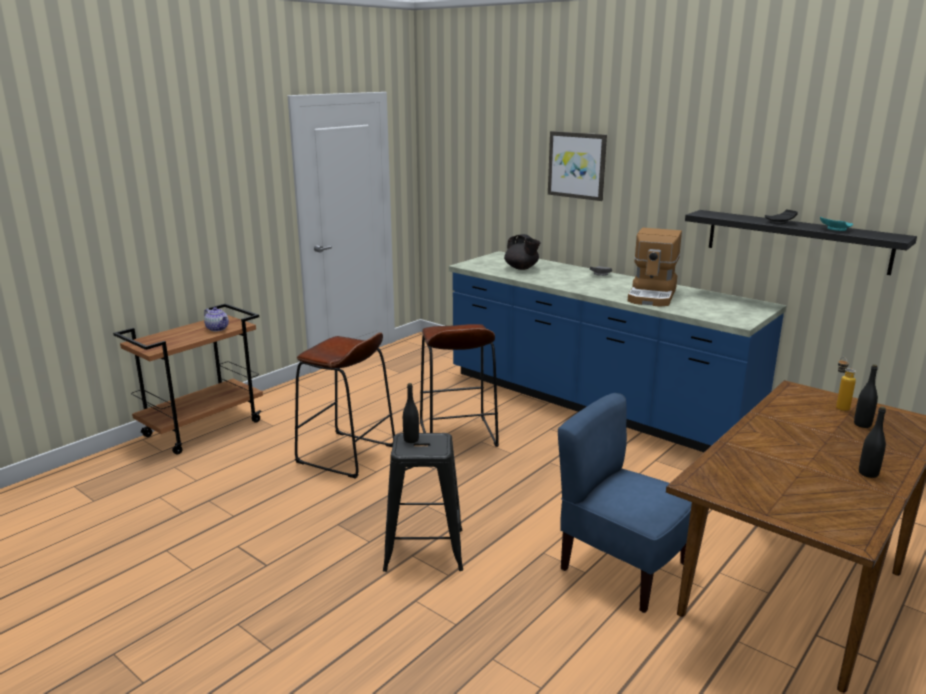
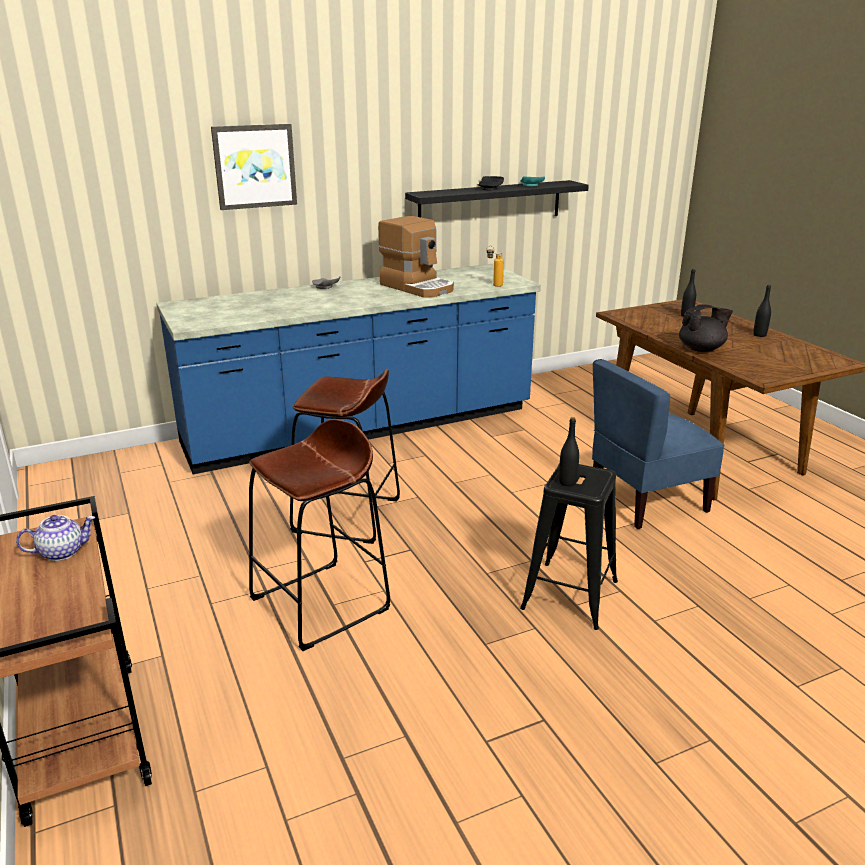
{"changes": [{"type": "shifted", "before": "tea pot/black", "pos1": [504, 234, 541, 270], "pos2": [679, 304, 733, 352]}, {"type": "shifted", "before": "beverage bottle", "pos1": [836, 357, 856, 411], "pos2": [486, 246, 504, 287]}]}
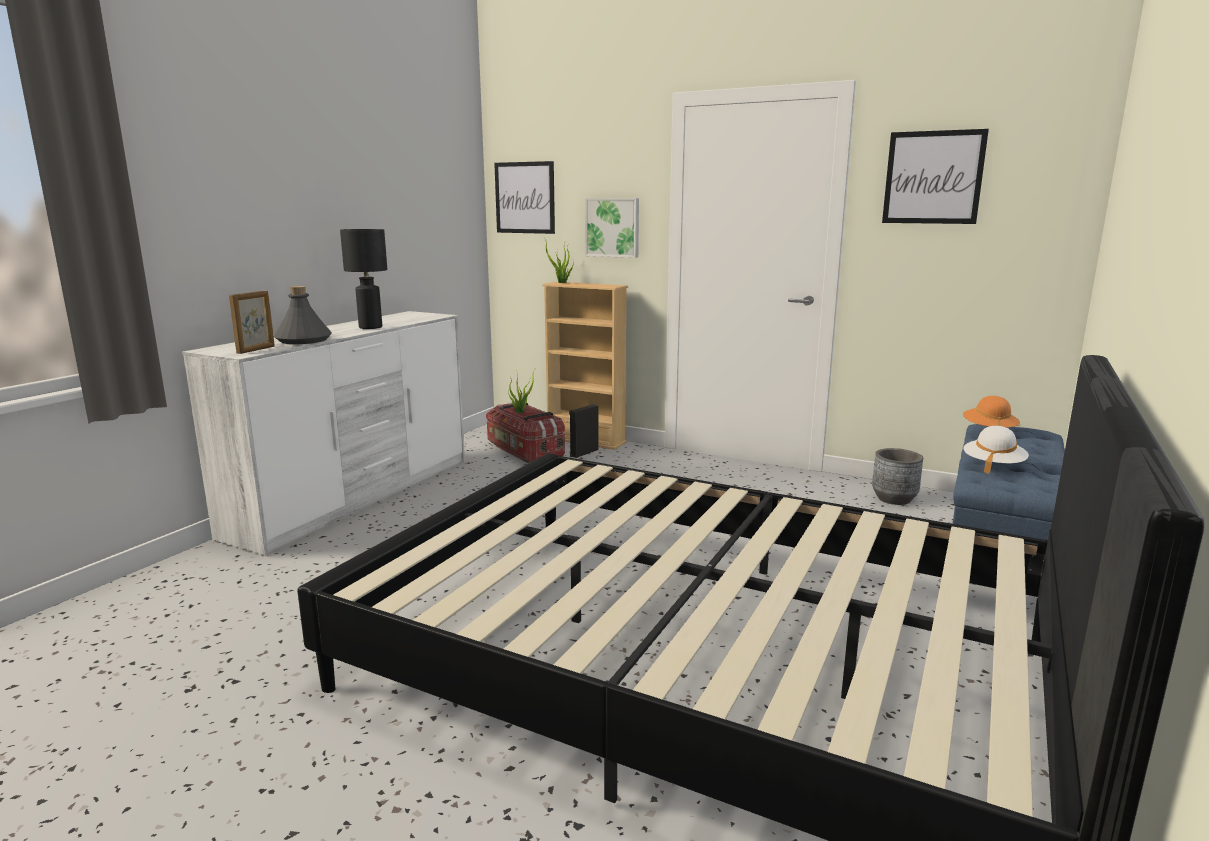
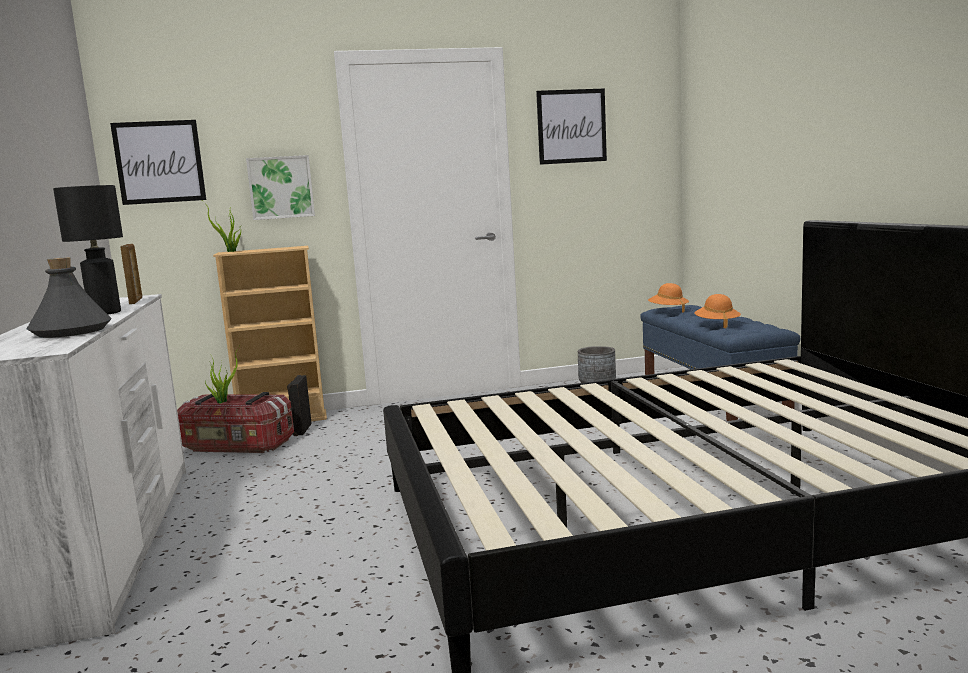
{"changes": [{"type": "shifted", "before": "photo frame", "pos1": [229, 291, 275, 354], "pos2": [120, 244, 142, 304]}, {"type": "repainted", "before": "wearable hat/whitish", "after": "wearable hat/orange-coloured", "pos1": [963, 426, 1029, 474], "pos2": [694, 294, 741, 328]}]}
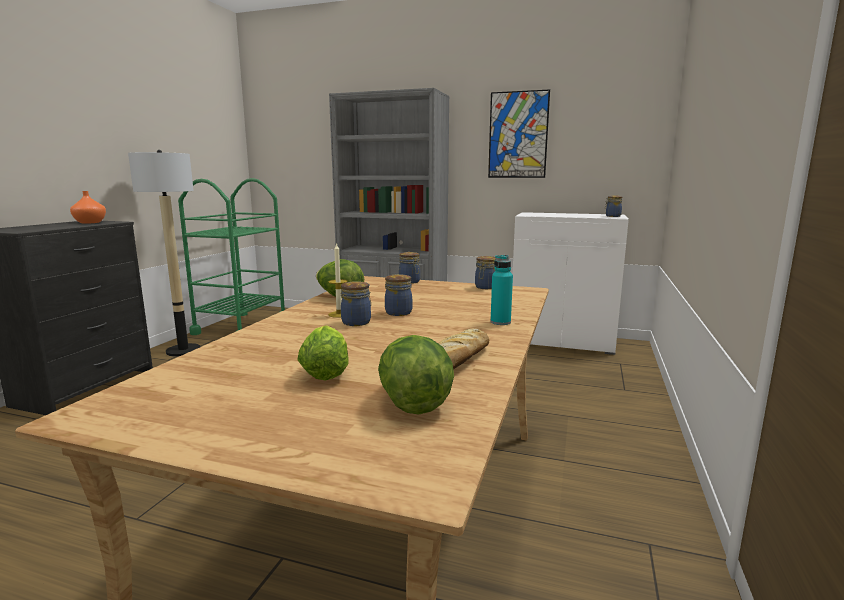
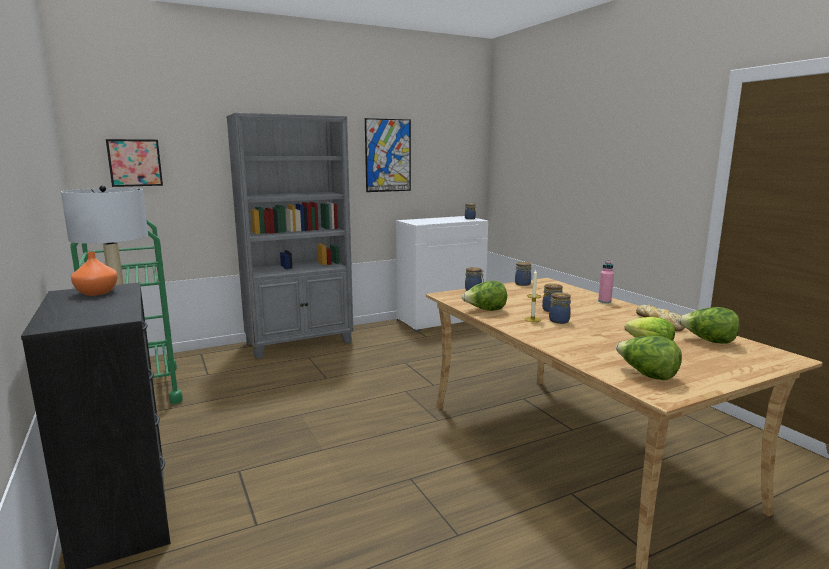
{"changes": [{"type": "new", "after": "wall art", "pos2": [106, 139, 163, 187]}, {"type": "new", "after": "lettuce", "pos2": [616, 336, 682, 380]}, {"type": "repainted", "before": "beverage bottle/blue-green", "after": "beverage bottle/pink", "pos1": [491, 255, 513, 325], "pos2": [598, 261, 614, 303]}]}
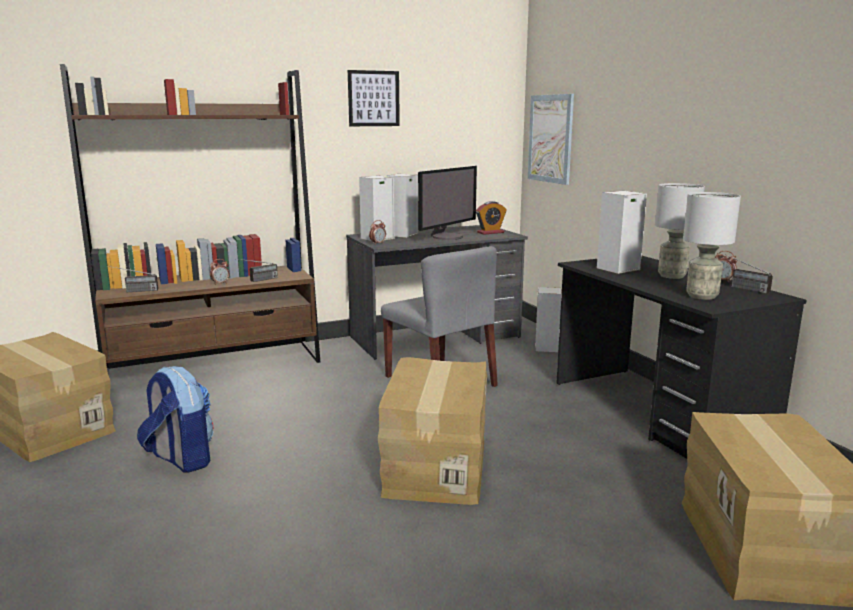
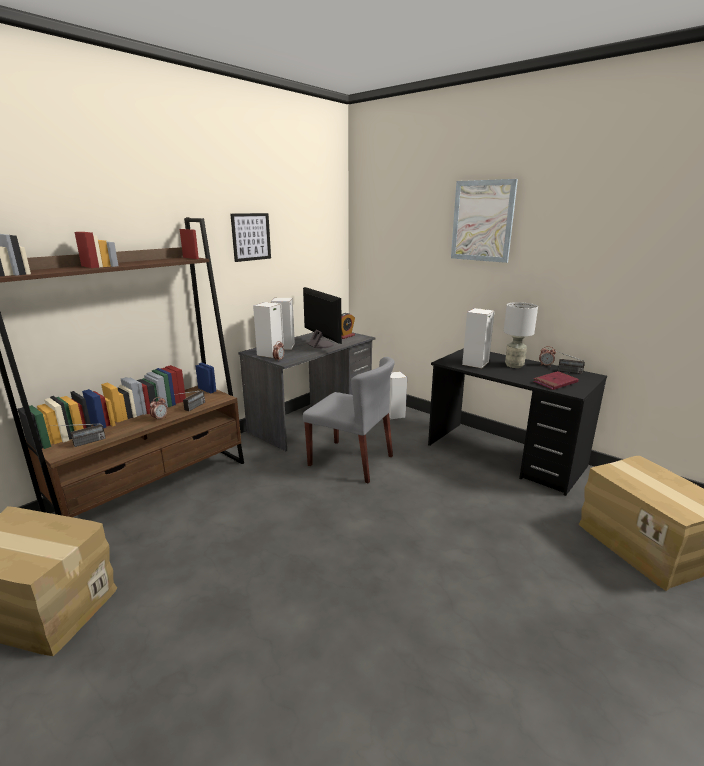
{"changes": [{"type": "gone", "before": "backpack", "pos1": [137, 366, 214, 473]}, {"type": "gone", "before": "carton", "pos1": [378, 357, 487, 505]}, {"type": "shifted", "before": "wall art", "pos1": [528, 94, 574, 185], "pos2": [451, 179, 518, 263]}, {"type": "swapped", "before": "table lamp/grey", "after": "volume/reddish", "pos1": [683, 192, 741, 300], "pos2": [533, 371, 579, 390]}, {"type": "rotated", "before": "monitor", "pos1": [418, 166, 477, 240], "pos2": [303, 287, 342, 348], "turn": -45}]}
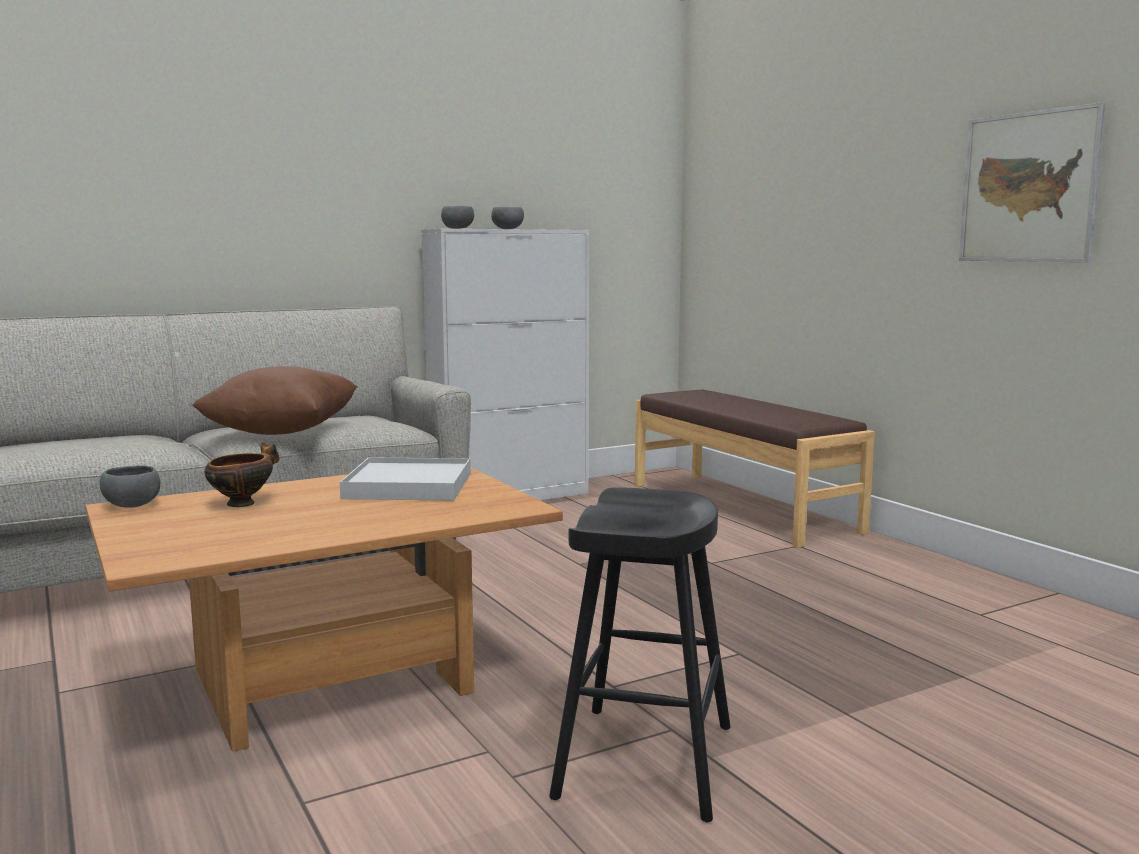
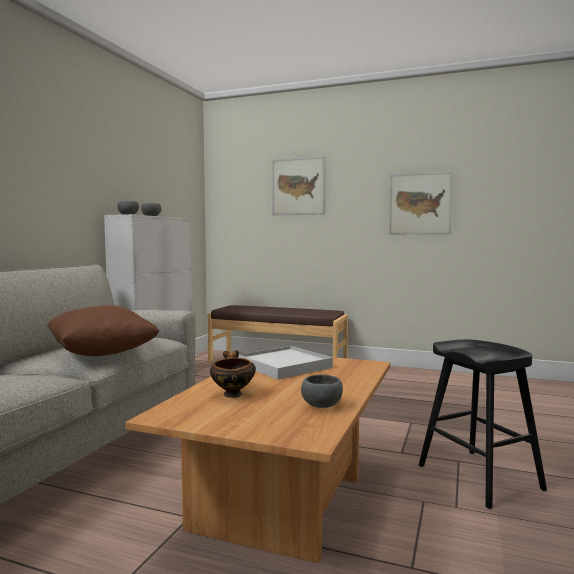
{"changes": [{"type": "new", "after": "wall art", "pos2": [272, 157, 325, 215]}, {"type": "shifted", "before": "bowl/grey", "pos1": [100, 466, 160, 508], "pos2": [301, 374, 343, 408]}]}
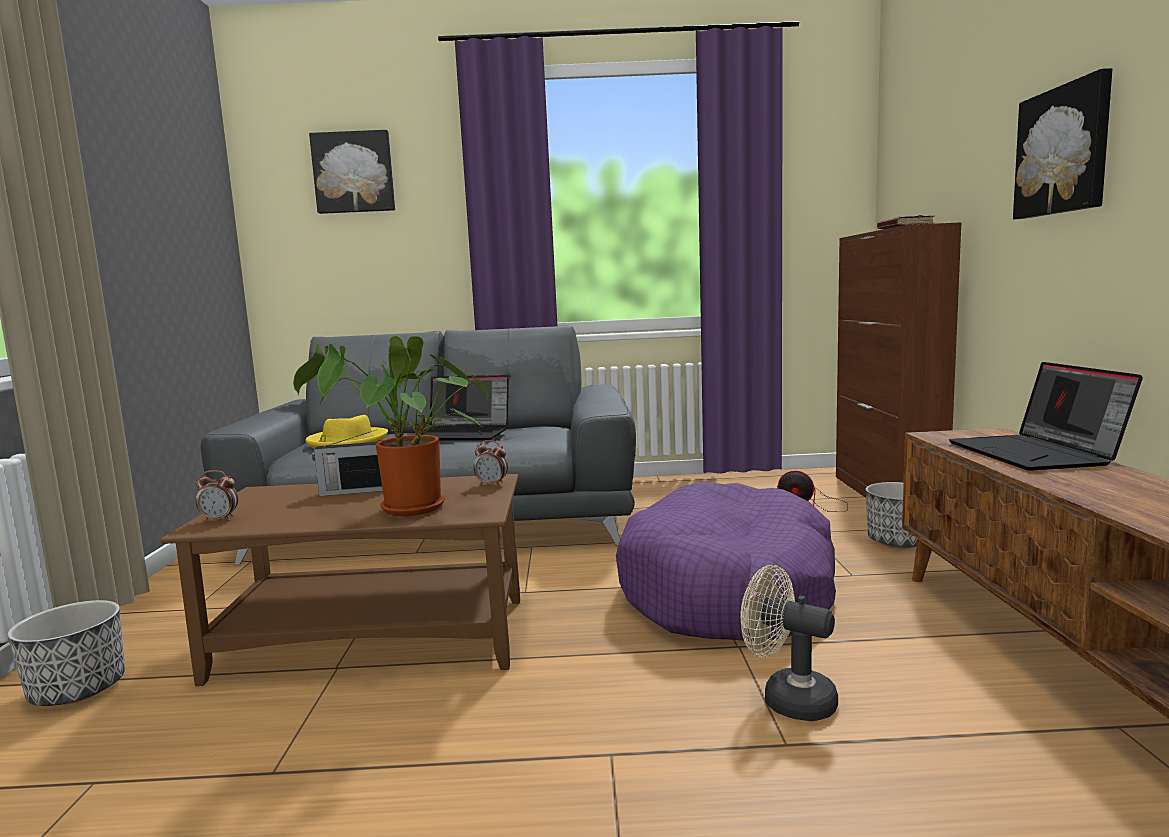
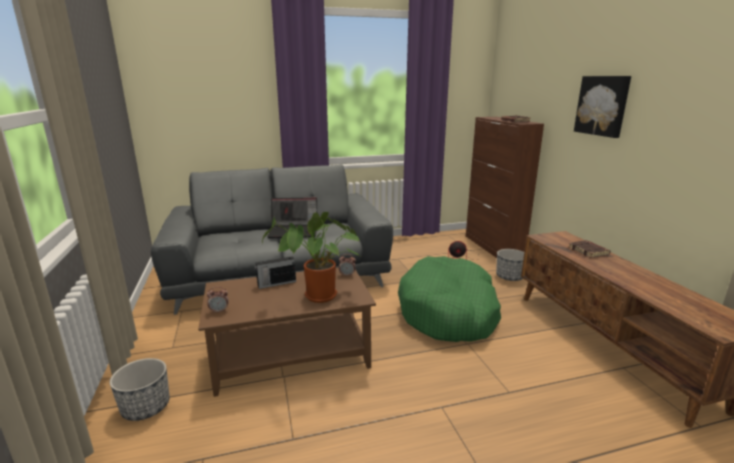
{"changes": [{"type": "gone", "before": "wearable hat/yellow", "pos1": [305, 415, 388, 449]}, {"type": "gone", "before": "wall art", "pos1": [309, 130, 395, 214]}, {"type": "gone", "before": "cooling fan/sand-coloured", "pos1": [740, 565, 838, 721]}, {"type": "swapped", "before": "portable computer", "after": "volume/brownish", "pos1": [949, 362, 1143, 471], "pos2": [569, 240, 611, 258]}, {"type": "repainted", "before": "dog bed/purple-coloured", "after": "dog bed/green", "pos1": [616, 481, 836, 641], "pos2": [398, 256, 501, 342]}]}
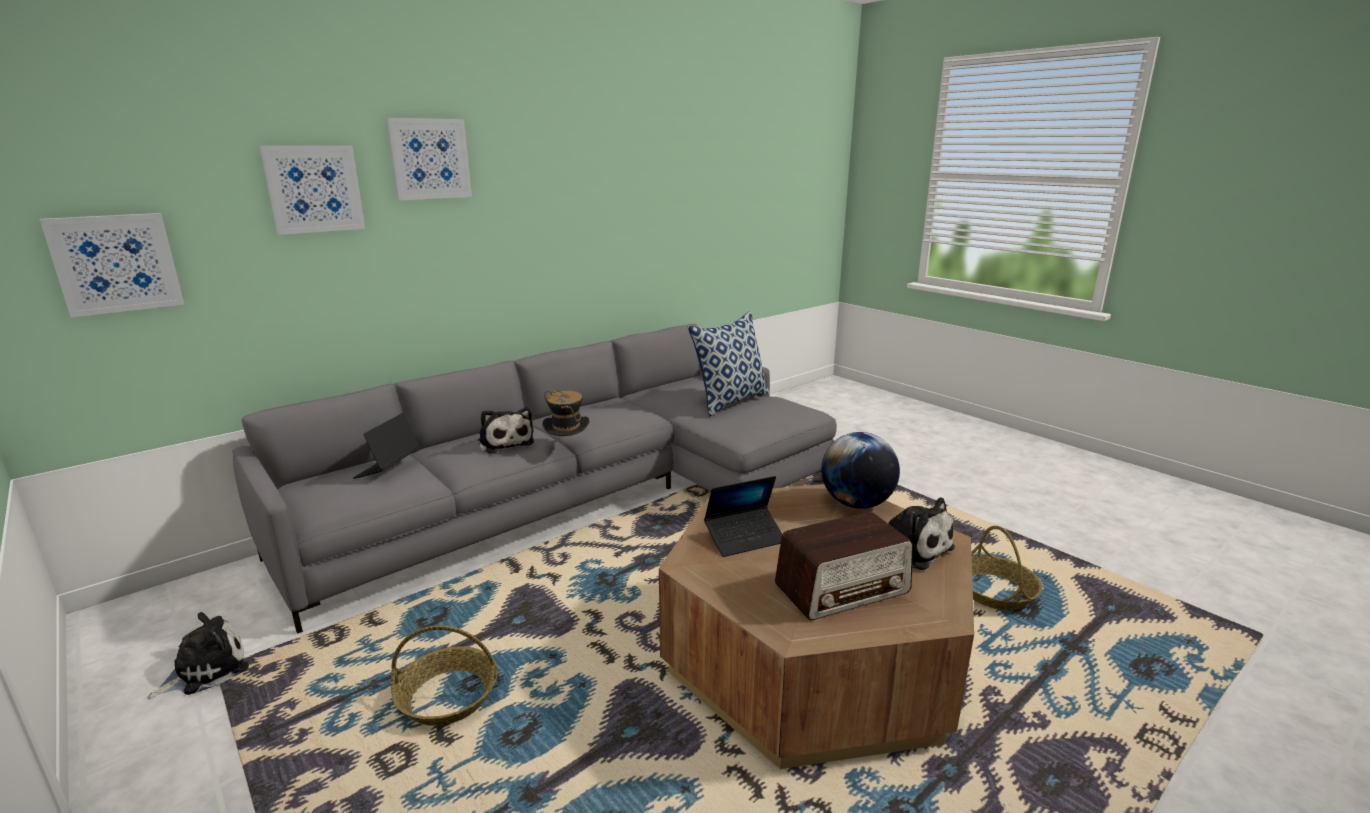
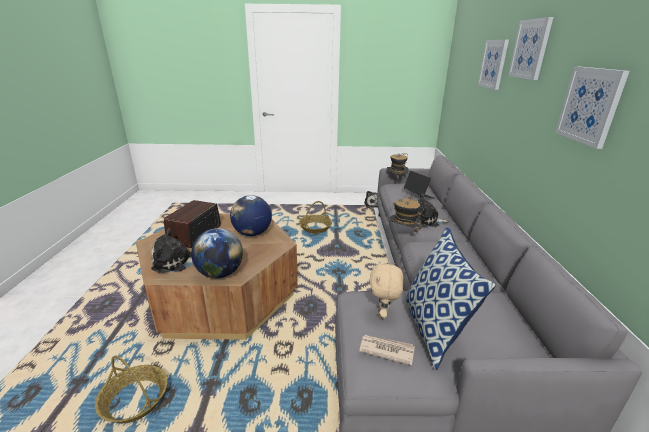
{"changes": [{"type": "new", "after": "daily paper", "pos2": [359, 335, 415, 365]}, {"type": "new", "after": "cuddly toy/sand-coloured", "pos2": [369, 260, 403, 319]}, {"type": "new", "after": "wearable hat", "pos2": [387, 153, 409, 178]}, {"type": "shifted", "before": "wall art", "pos1": [40, 213, 184, 317], "pos2": [555, 66, 629, 149]}, {"type": "swapped", "before": "portable computer", "after": "world globe", "pos1": [704, 476, 782, 557], "pos2": [230, 195, 272, 236]}]}
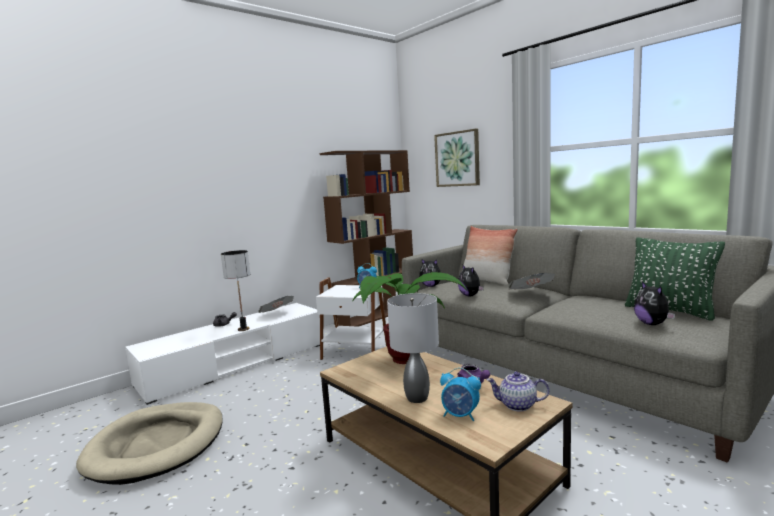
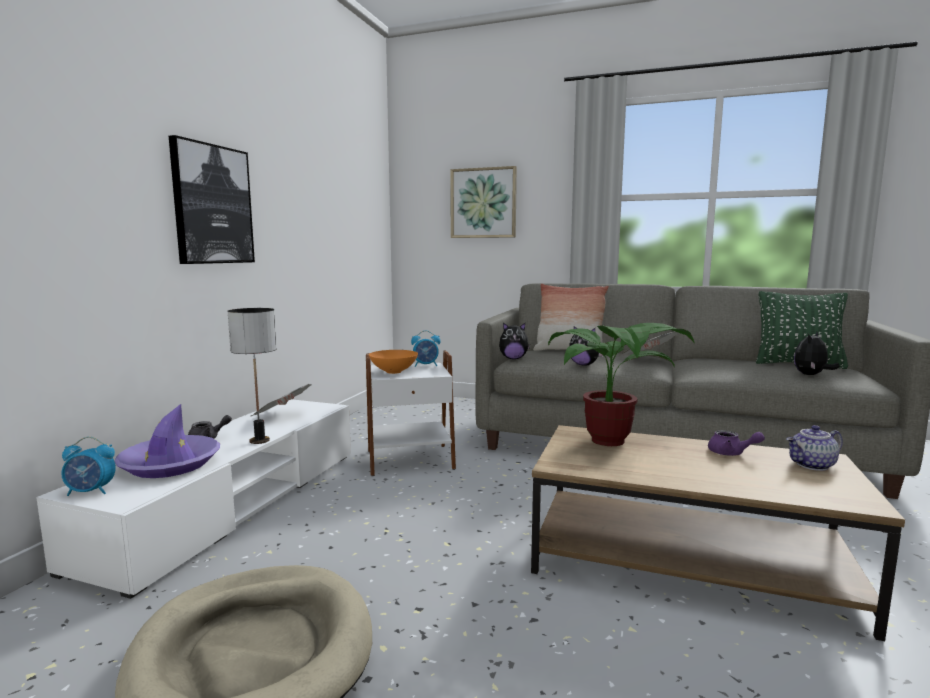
{"changes": [{"type": "gone", "before": "shelving unit/brownish", "pos1": [320, 150, 413, 327]}, {"type": "gone", "before": "table lamp/grey", "pos1": [387, 293, 439, 403]}, {"type": "new", "after": "wearable hat/purple-coloured", "pos2": [114, 404, 220, 478]}, {"type": "new", "after": "wall art", "pos2": [169, 135, 255, 264]}, {"type": "new", "after": "bowl/orange-coloured", "pos2": [369, 350, 418, 374]}, {"type": "shifted", "before": "bedside clock", "pos1": [440, 367, 481, 421], "pos2": [61, 437, 116, 496]}, {"type": "rotated", "before": "cuddly toy", "pos1": [634, 282, 675, 325], "pos2": [794, 332, 840, 375], "turn": 90}]}
